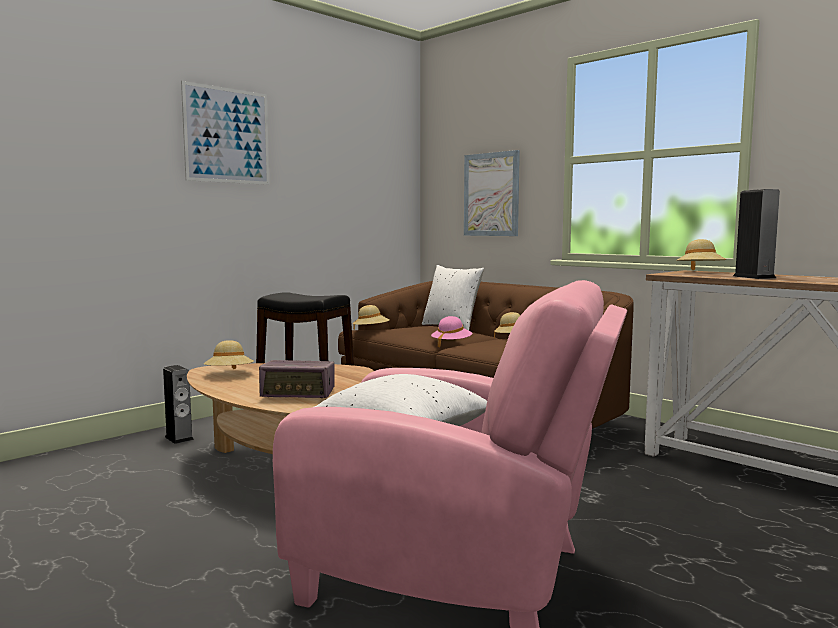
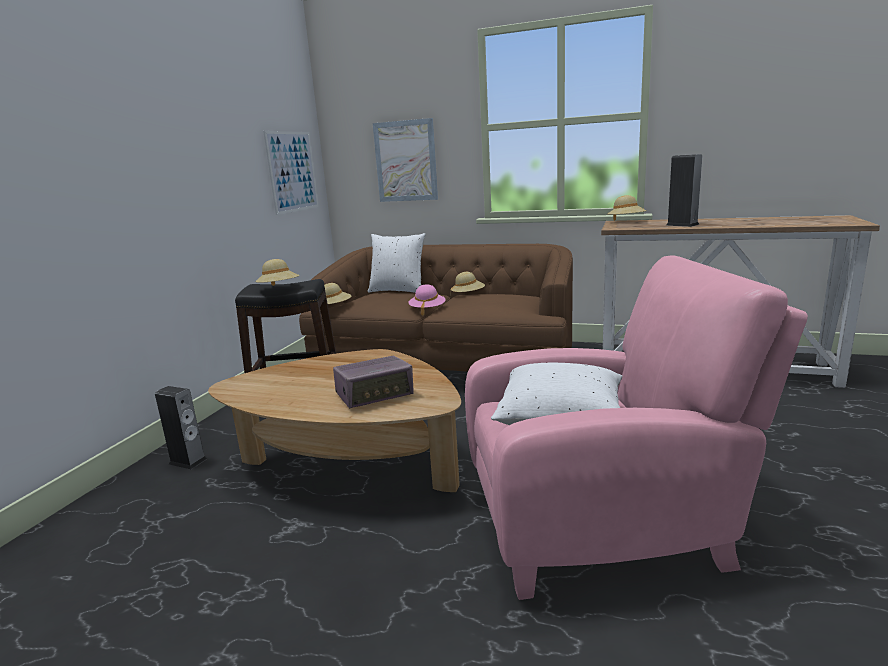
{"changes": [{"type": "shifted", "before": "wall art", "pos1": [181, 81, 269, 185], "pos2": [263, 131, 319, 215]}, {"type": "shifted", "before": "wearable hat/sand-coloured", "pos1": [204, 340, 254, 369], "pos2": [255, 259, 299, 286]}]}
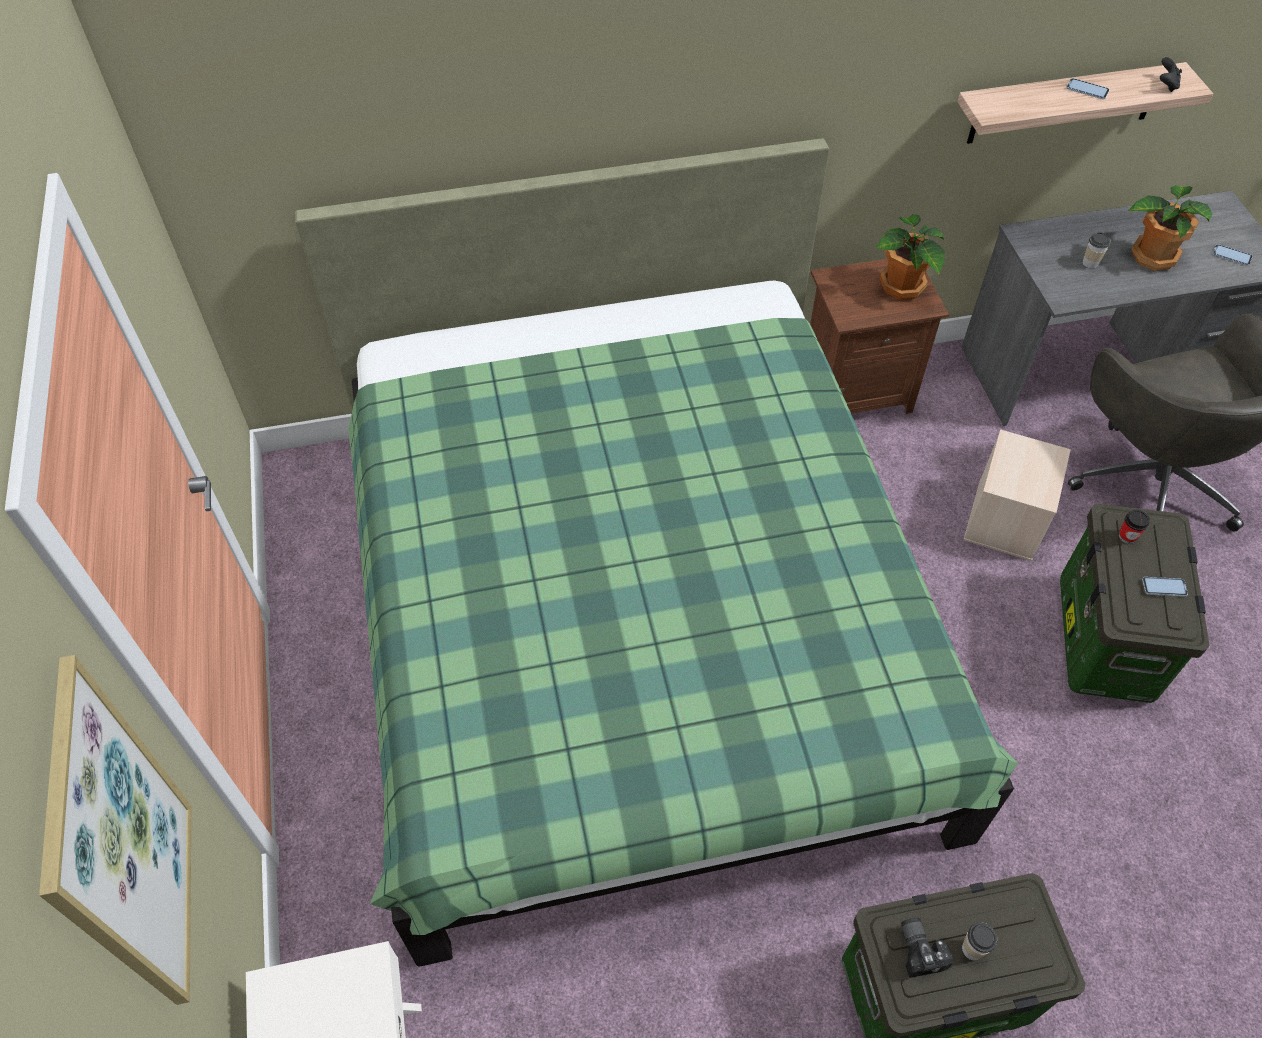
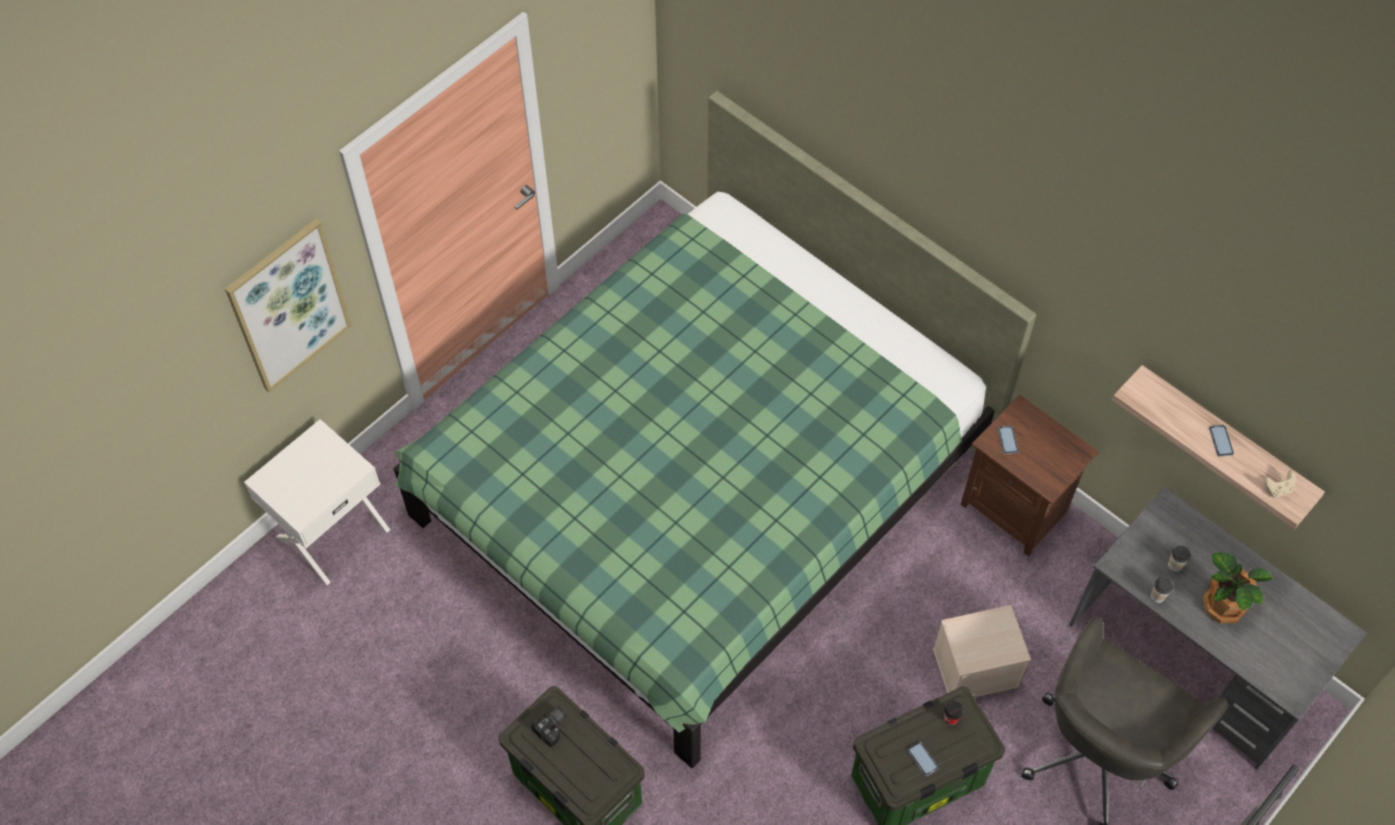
{"changes": [{"type": "gone", "before": "potted plant", "pos1": [876, 214, 945, 300]}, {"type": "shifted", "before": "drinking cup", "pos1": [962, 922, 997, 960], "pos2": [1151, 577, 1173, 603]}, {"type": "shifted", "before": "telephone", "pos1": [1213, 244, 1253, 266], "pos2": [998, 426, 1018, 454]}, {"type": "repainted", "before": "joypad/black", "after": "joypad/sand-coloured", "pos1": [1160, 57, 1182, 92], "pos2": [1264, 470, 1296, 498]}]}
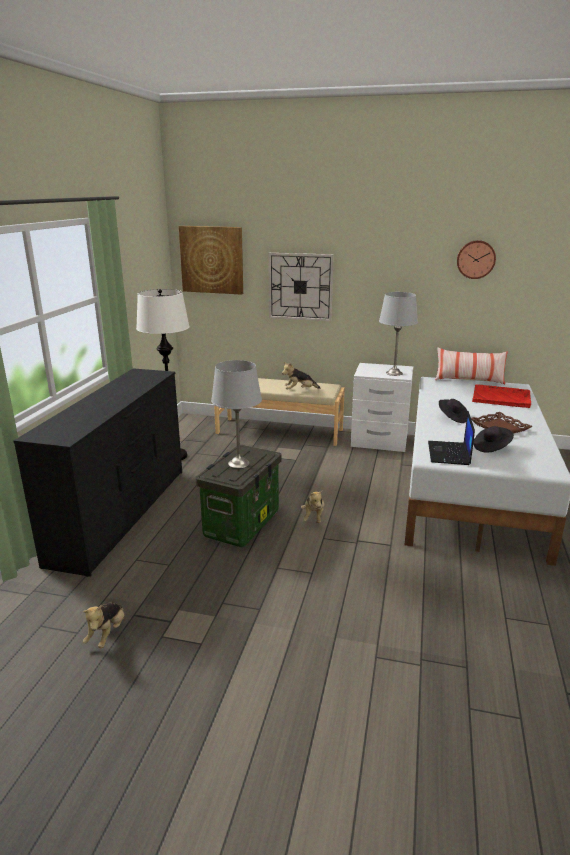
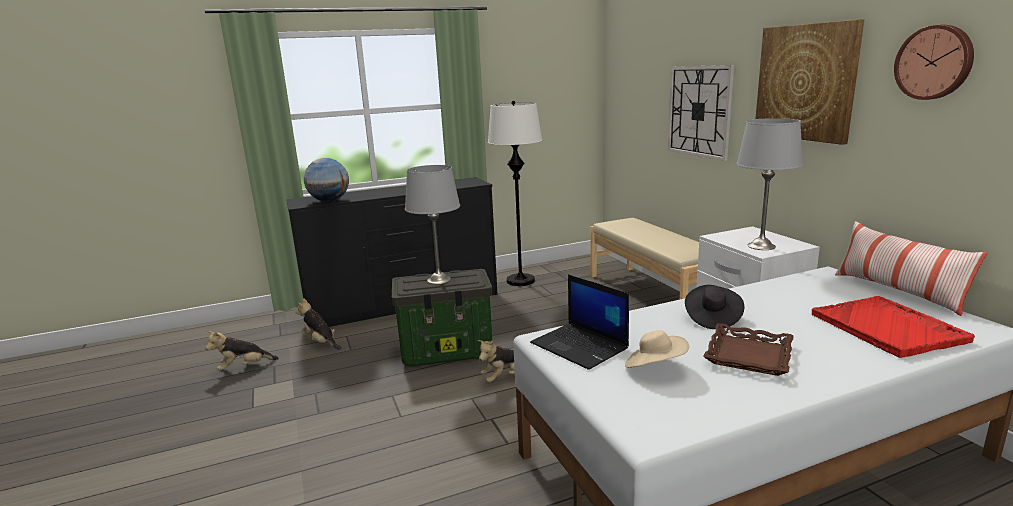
{"changes": [{"type": "new", "after": "world globe", "pos2": [304, 158, 349, 202]}, {"type": "shifted", "before": "wall art", "pos1": [179, 226, 243, 295], "pos2": [756, 19, 865, 145]}, {"type": "shifted", "before": "cuddly toy", "pos1": [282, 362, 321, 390], "pos2": [295, 298, 342, 350]}, {"type": "repainted", "before": "wearable hat/black", "after": "wearable hat/sand-coloured", "pos1": [473, 426, 514, 452], "pos2": [625, 330, 689, 368]}, {"type": "rotated", "before": "portable computer", "pos1": [428, 411, 475, 465], "pos2": [530, 274, 629, 370], "turn": -105}]}
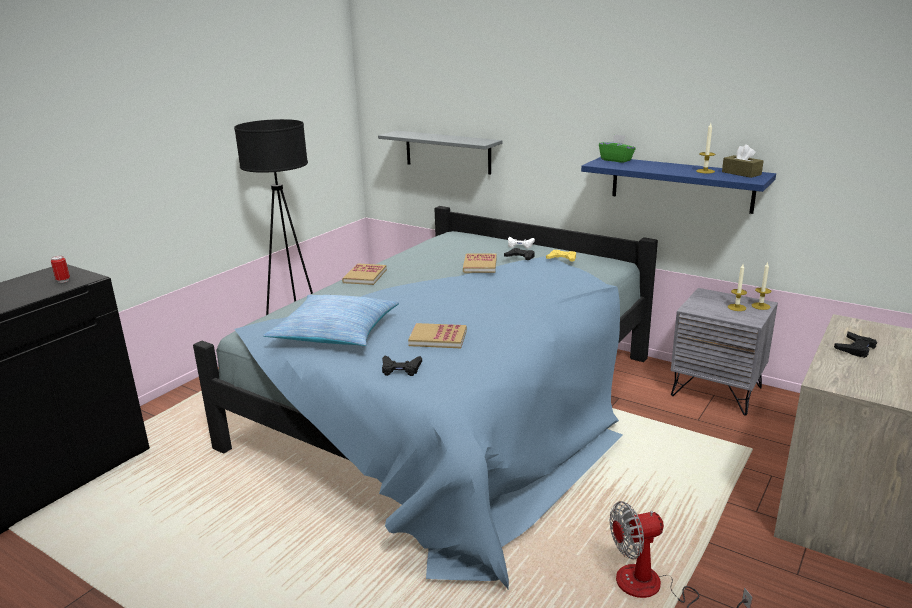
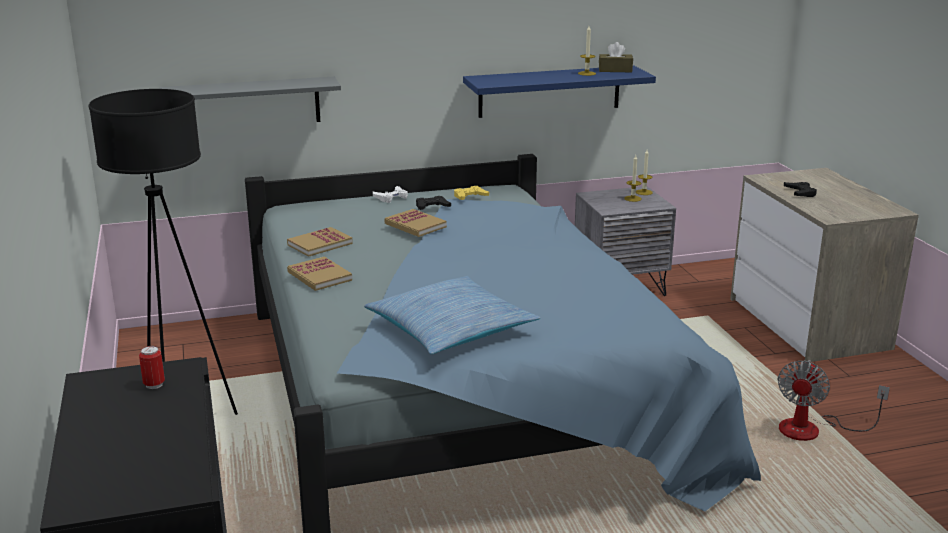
{"changes": [{"type": "gone", "before": "joypad/black", "pos1": [382, 355, 422, 376]}, {"type": "gone", "before": "box of tissues/green", "pos1": [599, 134, 636, 163]}, {"type": "shifted", "before": "volume", "pos1": [408, 323, 467, 348], "pos2": [287, 227, 353, 257]}]}
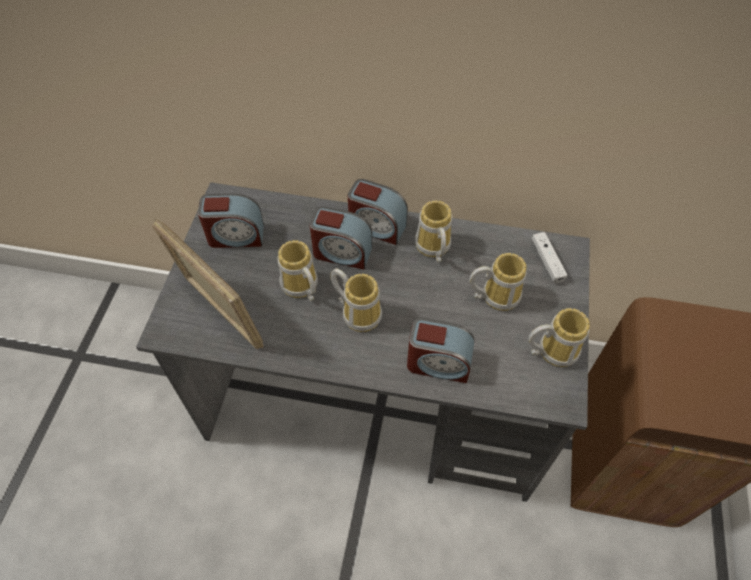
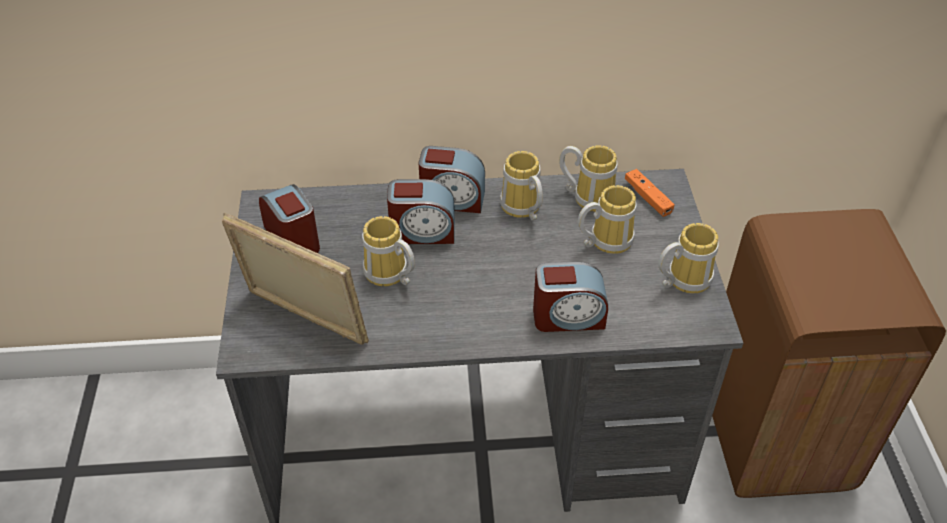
{"changes": [{"type": "shifted", "before": "mug", "pos1": [330, 268, 382, 332], "pos2": [559, 145, 618, 212]}, {"type": "repainted", "before": "joypad/whitish", "after": "joypad/orange-coloured", "pos1": [532, 232, 567, 283], "pos2": [625, 169, 675, 217]}, {"type": "rotated", "before": "bedside clock", "pos1": [198, 193, 264, 248], "pos2": [259, 184, 320, 253], "turn": -105}]}
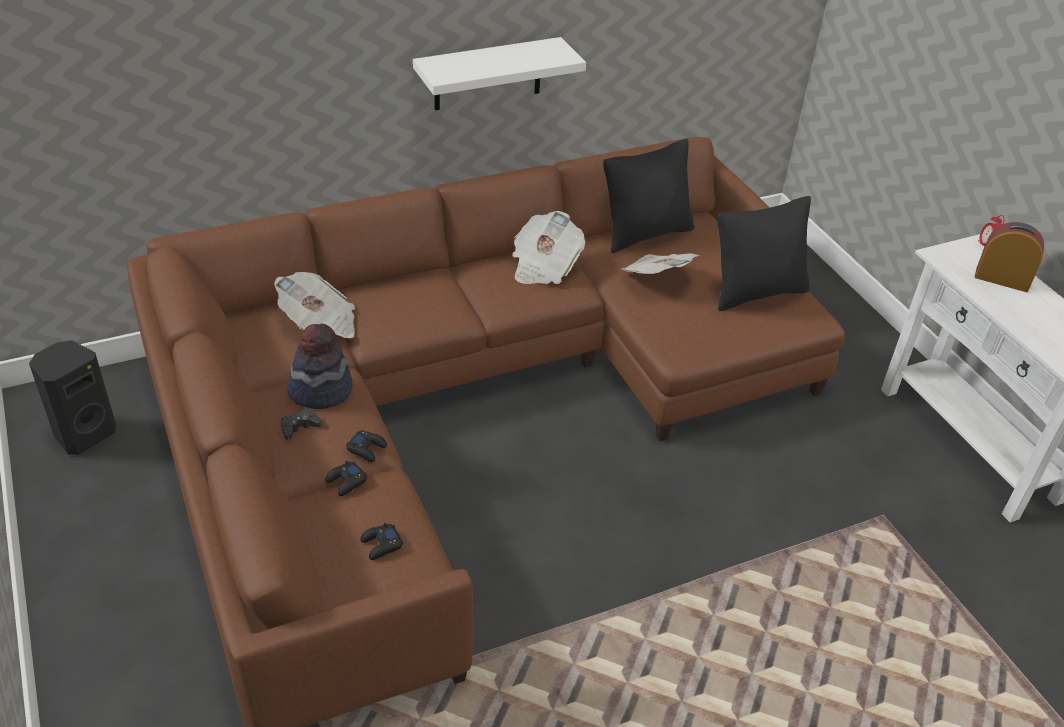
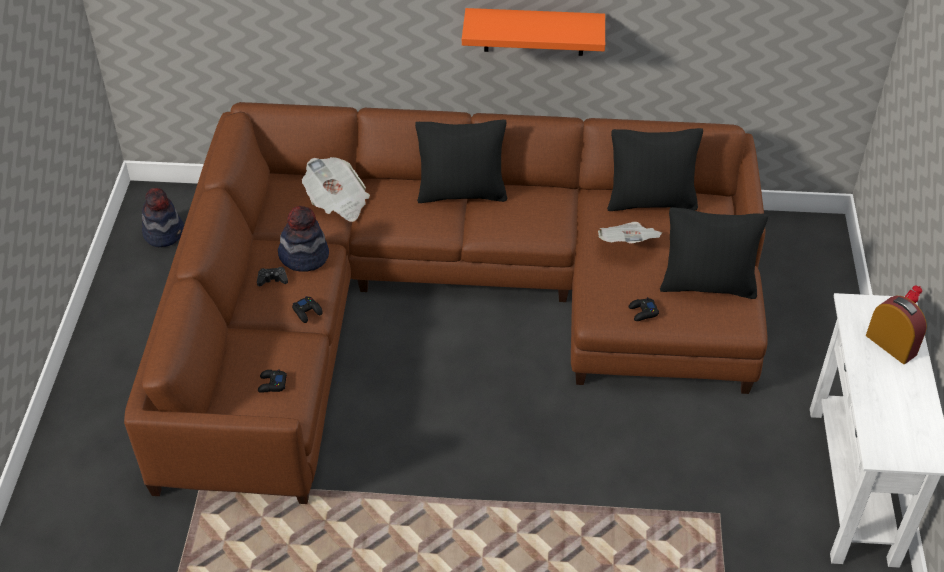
{"changes": [{"type": "gone", "before": "daily paper", "pos1": [512, 211, 585, 284]}, {"type": "new", "after": "throw pillow/black", "pos2": [415, 120, 507, 203]}, {"type": "shifted", "before": "joypad/black", "pos1": [325, 461, 367, 496], "pos2": [629, 297, 659, 321]}, {"type": "swapped", "before": "speaker/black", "after": "wearable hat", "pos1": [29, 340, 116, 455], "pos2": [142, 188, 184, 247]}, {"type": "repainted", "before": "wall shelf/whitish", "after": "wall shelf/orange-coloured", "pos1": [413, 37, 586, 110], "pos2": [462, 8, 605, 56]}]}
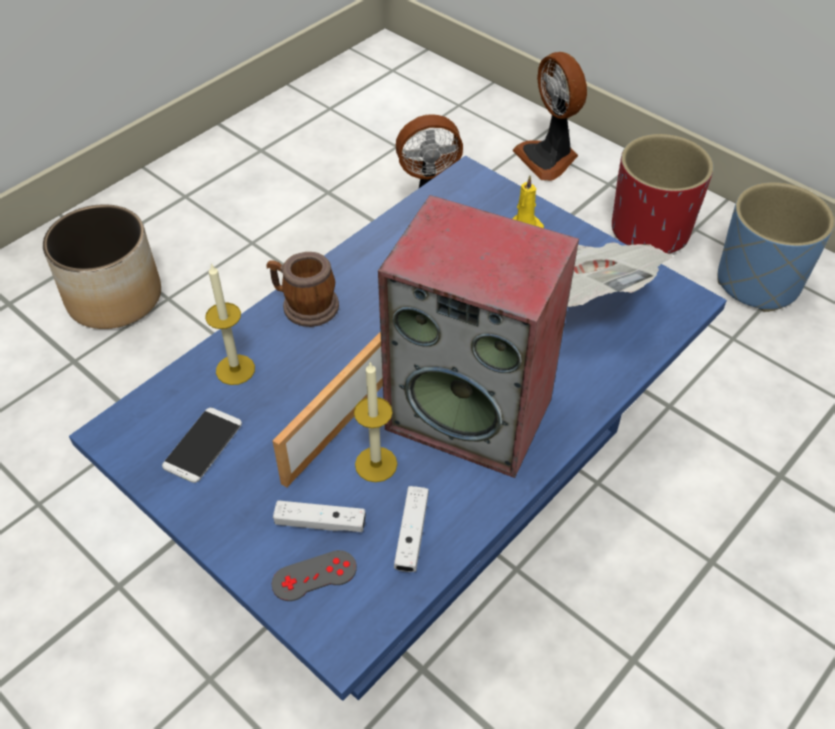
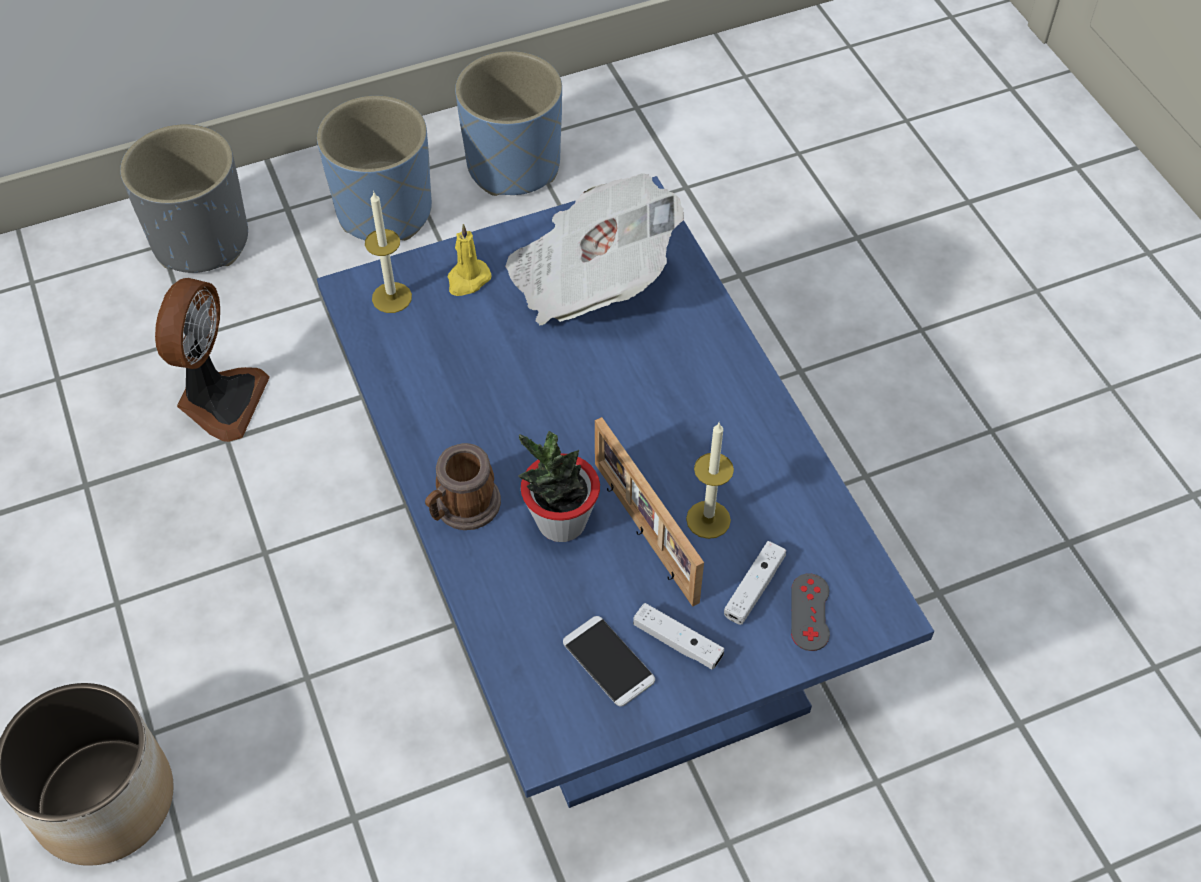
{"changes": [{"type": "gone", "before": "speaker", "pos1": [378, 195, 579, 478]}, {"type": "new", "after": "potted plant", "pos2": [518, 431, 600, 542]}, {"type": "shifted", "before": "wax candle", "pos1": [205, 263, 255, 385], "pos2": [365, 191, 412, 313]}, {"type": "shifted", "before": "joypad/whitish", "pos1": [394, 486, 429, 572], "pos2": [633, 603, 724, 670]}, {"type": "swapped", "before": "cooling fan", "after": "planter/grey", "pos1": [512, 52, 587, 181], "pos2": [120, 124, 248, 273]}, {"type": "repainted", "before": "planter/reddish", "after": "planter/blue-coloured", "pos1": [612, 134, 714, 254], "pos2": [317, 96, 432, 241]}]}
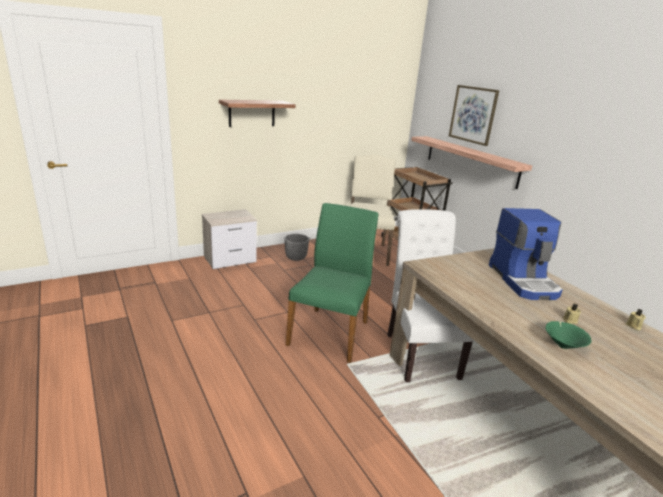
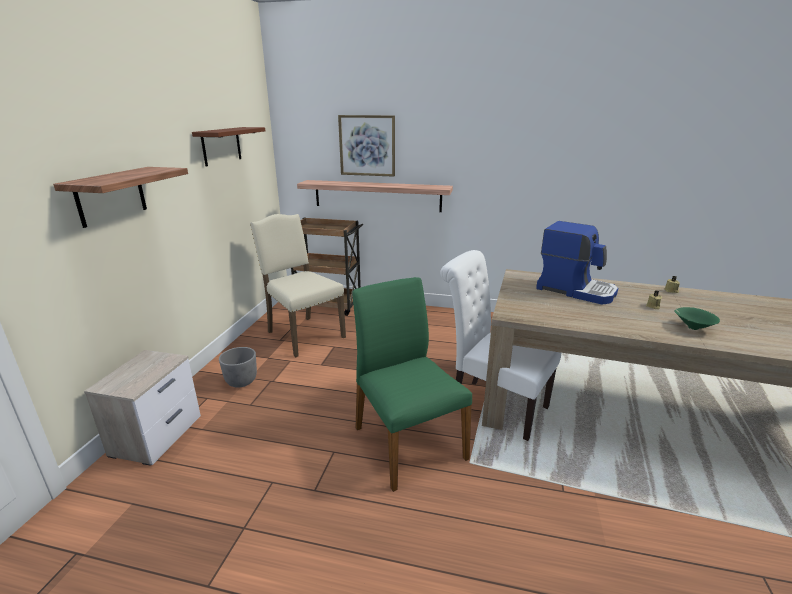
{"changes": [{"type": "new", "after": "wall shelf/brownish", "pos2": [192, 127, 265, 167]}]}
